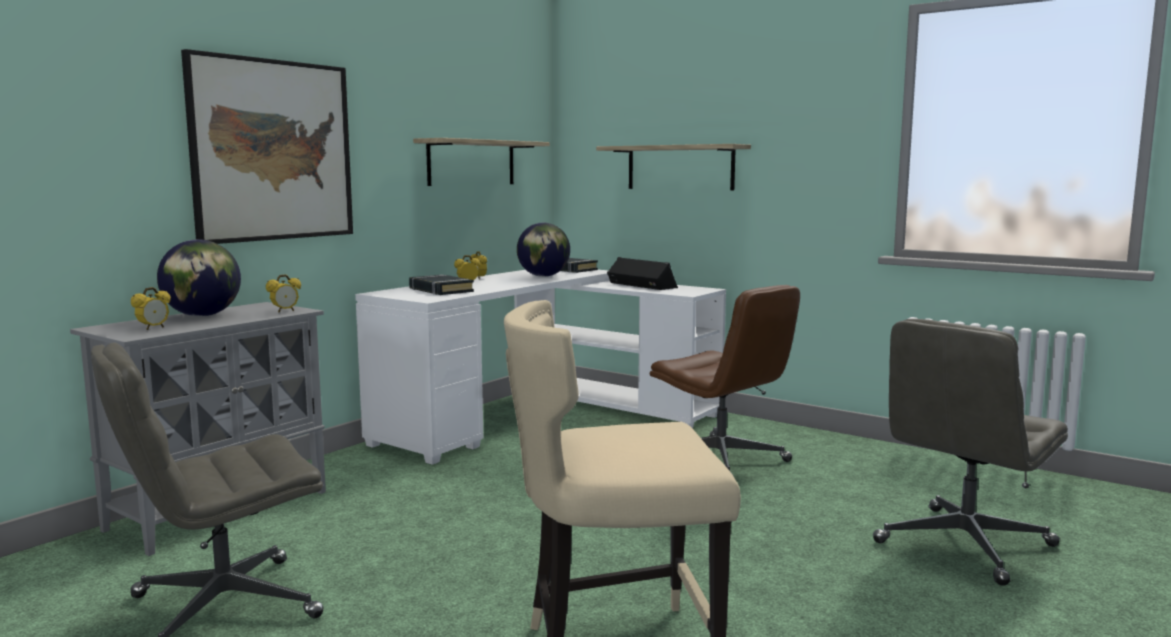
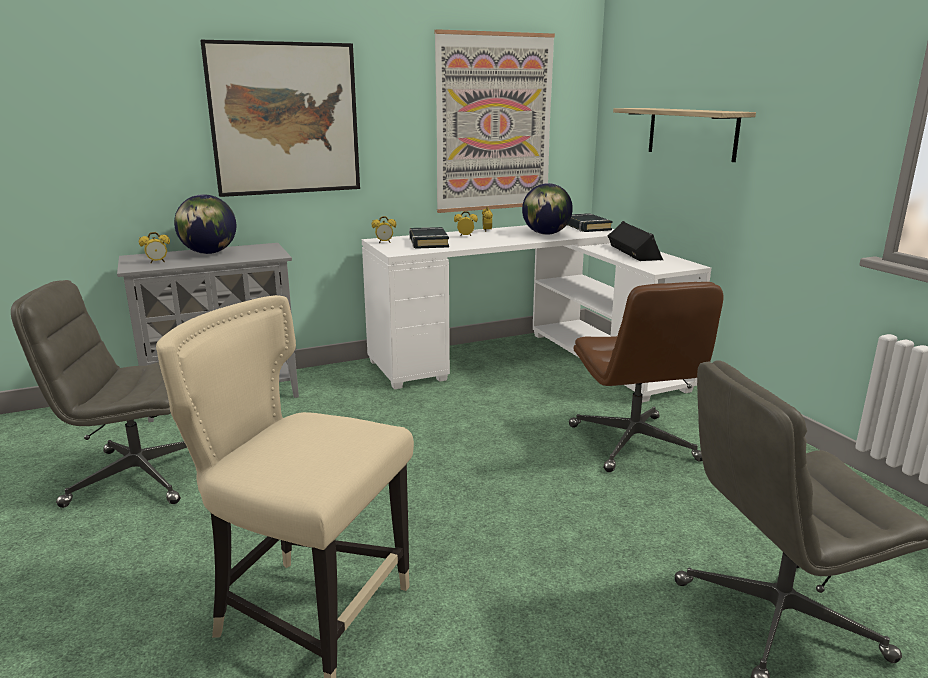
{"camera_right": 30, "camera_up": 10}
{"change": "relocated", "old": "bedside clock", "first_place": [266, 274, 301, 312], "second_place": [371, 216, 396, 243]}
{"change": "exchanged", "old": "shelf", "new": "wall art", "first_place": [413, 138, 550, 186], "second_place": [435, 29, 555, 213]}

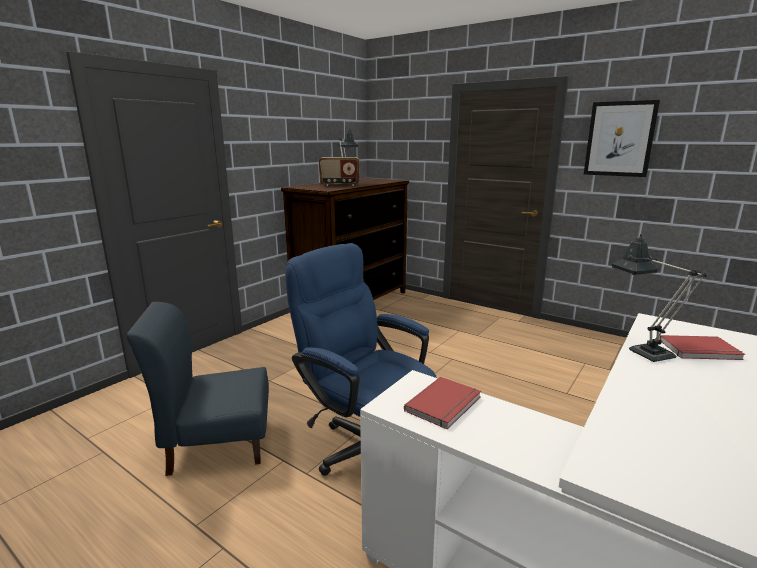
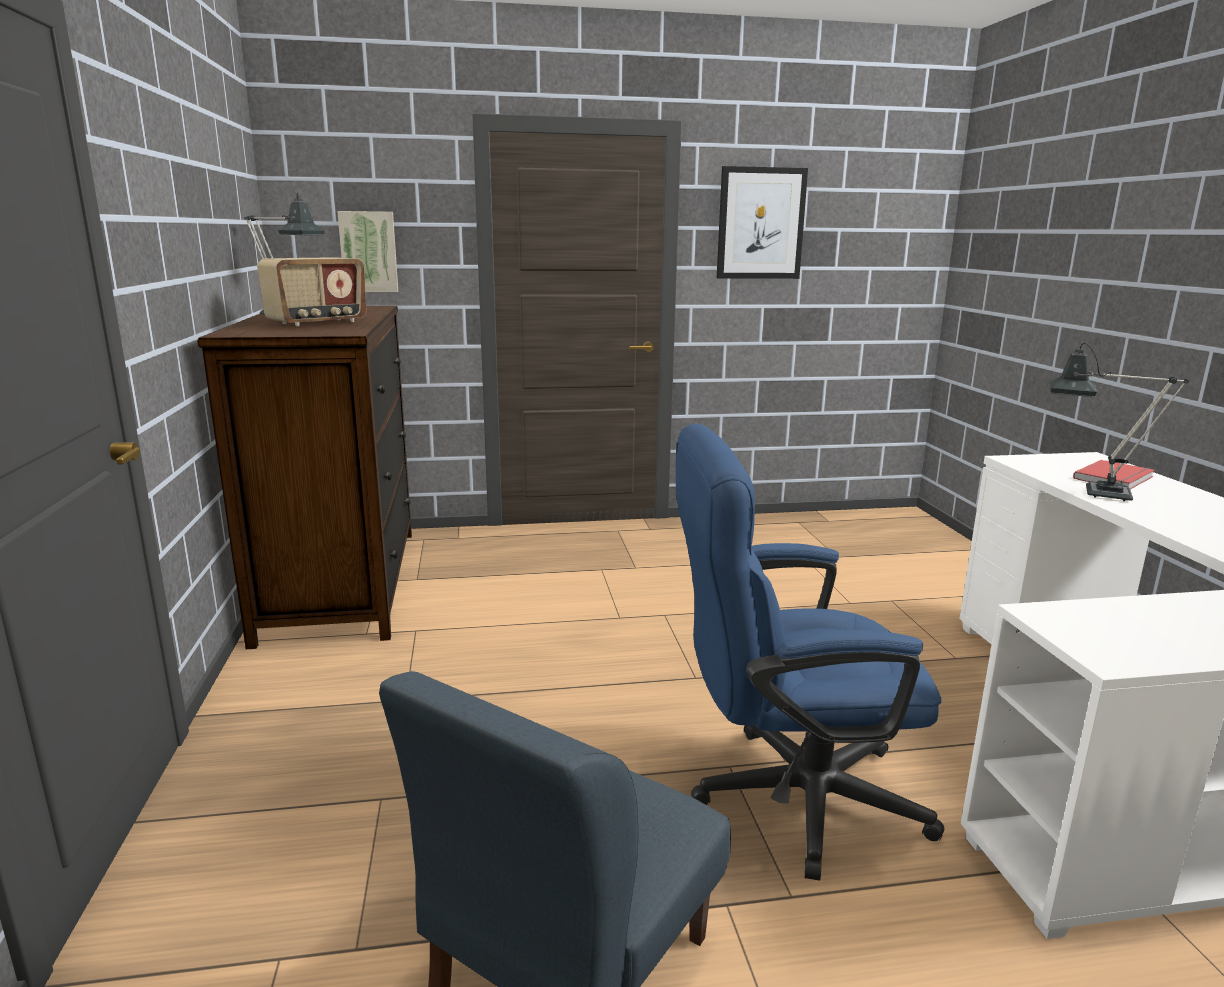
{"camera_right": -45, "camera_up": 0}
{"change": "appeared", "new": "wall art", "second_place": [337, 211, 398, 292]}
{"change": "missing", "old": "red-coloured bound book", "first_place": [404, 377, 481, 430]}

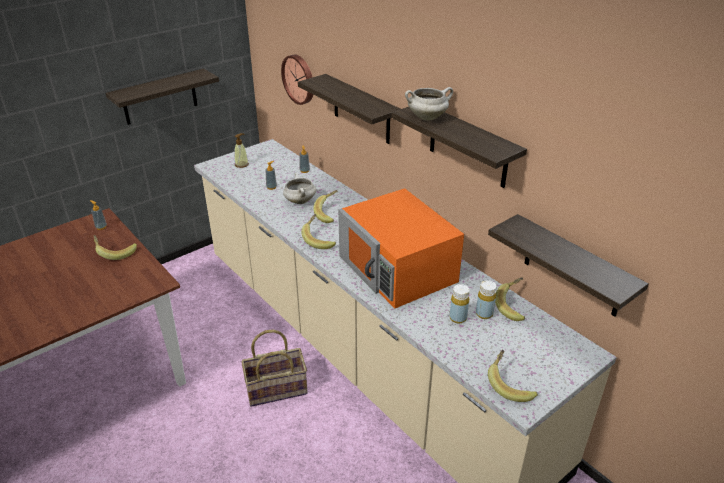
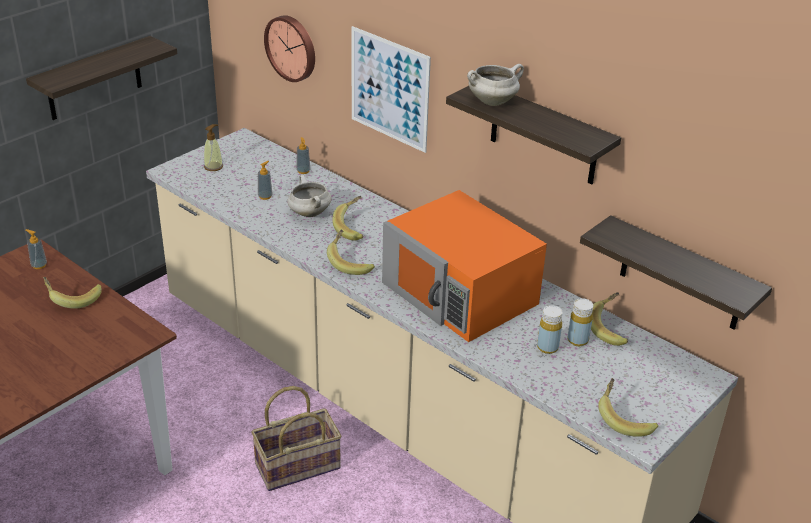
{"camera_right": -10, "camera_up": 0}
{"change": "exchanged", "old": "shelf", "new": "wall art", "first_place": [298, 74, 400, 144], "second_place": [352, 26, 431, 153]}

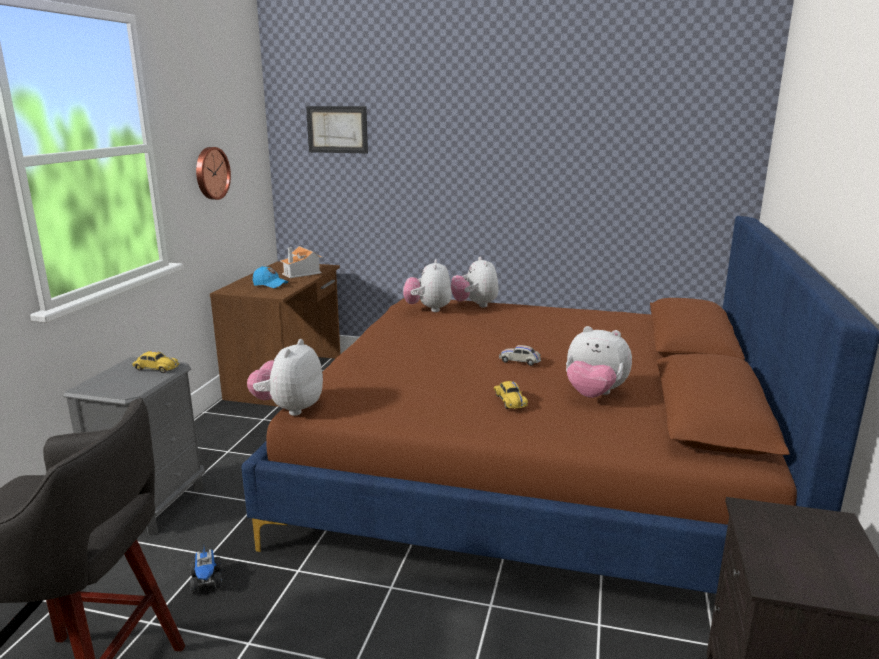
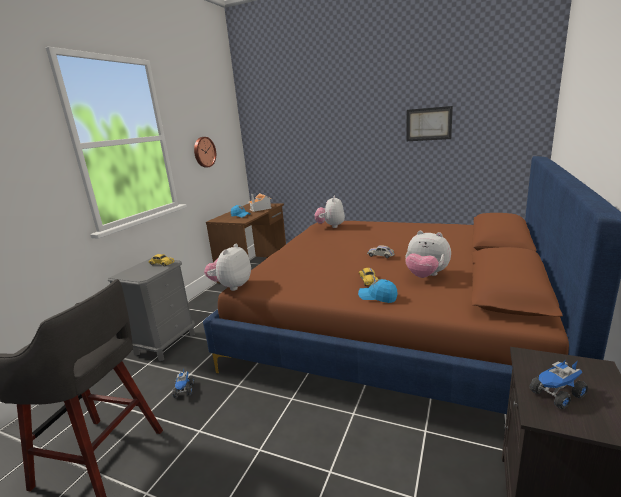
{"camera_right": 10, "camera_up": 0}
{"change": "appeared", "new": "blue cap", "second_place": [358, 279, 397, 303]}
{"change": "relocated", "old": "wall art", "first_place": [306, 106, 368, 154], "second_place": [406, 106, 453, 141]}
{"change": "appeared", "new": "model truck", "second_place": [530, 360, 588, 409]}
{"change": "missing", "old": "soft toy", "first_place": [451, 257, 499, 307]}

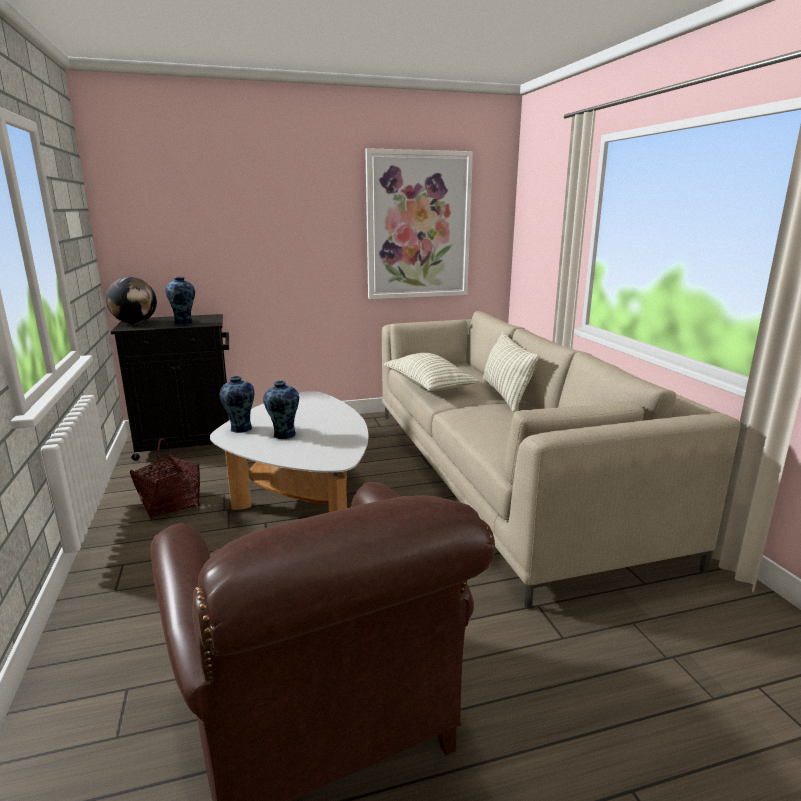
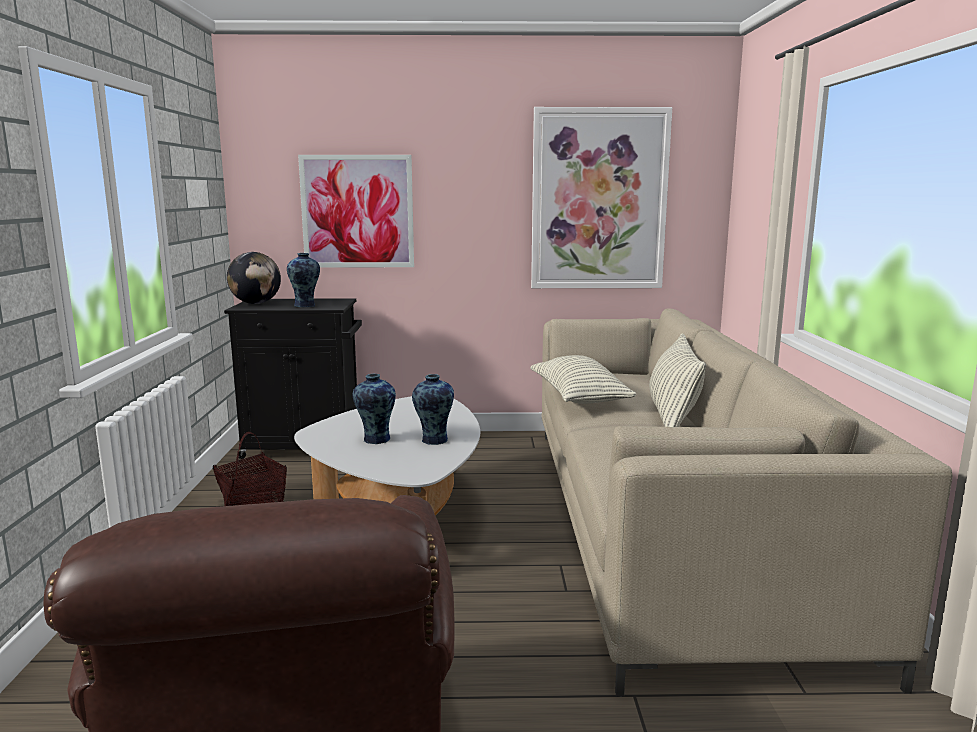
{"camera_right": 15, "camera_up": -5}
{"change": "appeared", "new": "wall art", "second_place": [298, 155, 414, 267]}
{"change": "relocated", "old": "decorative vase", "first_place": [220, 376, 254, 433], "second_place": [412, 374, 454, 445]}

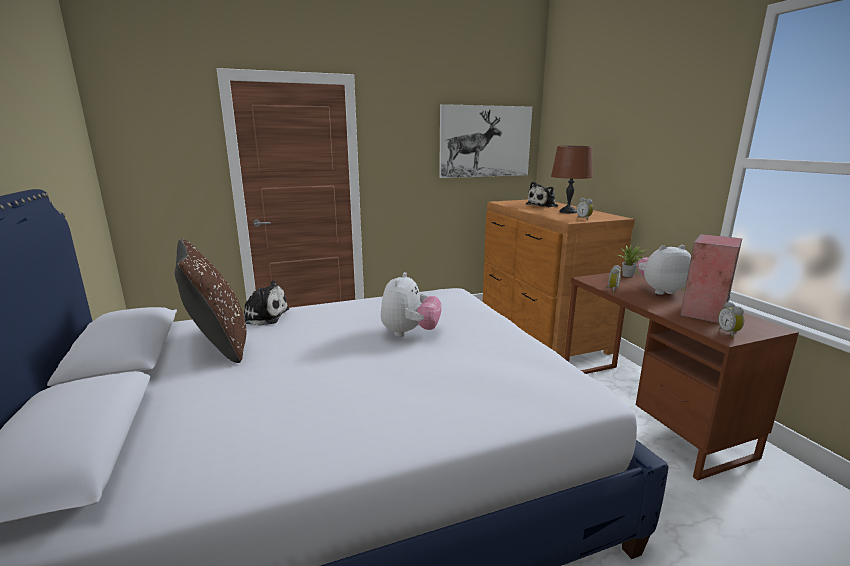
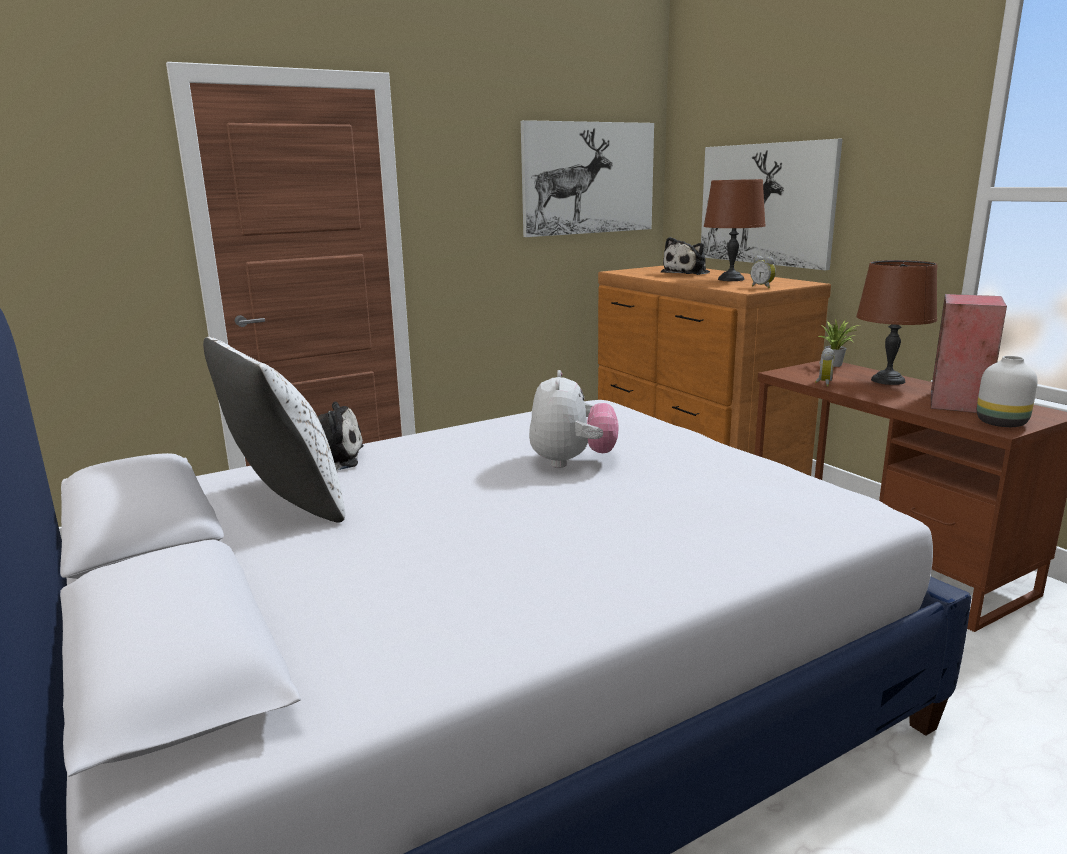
{"camera_right": -10, "camera_up": 0}
{"change": "colour", "old": "brown pillow", "new": "white pillow", "first_place": [175, 239, 246, 363], "second_place": [203, 337, 346, 523]}
{"change": "appeared", "new": "wall art", "second_place": [701, 139, 842, 270]}
{"change": "exchanged", "old": "soft toy", "new": "brown lamp for a table", "first_place": [637, 245, 691, 295], "second_place": [856, 260, 937, 385]}
{"change": "exchanged", "old": "bedside clock", "new": "white decorative vase", "first_place": [718, 301, 744, 337], "second_place": [977, 356, 1038, 427]}

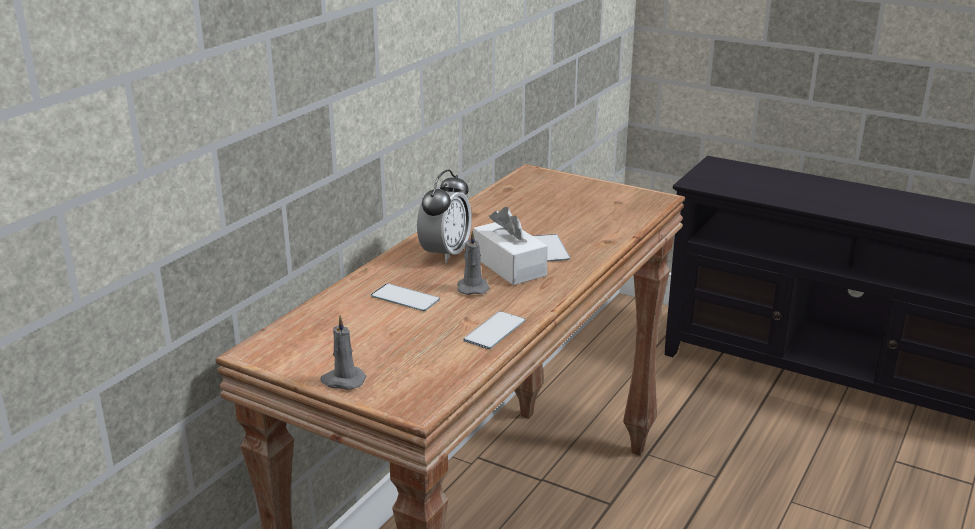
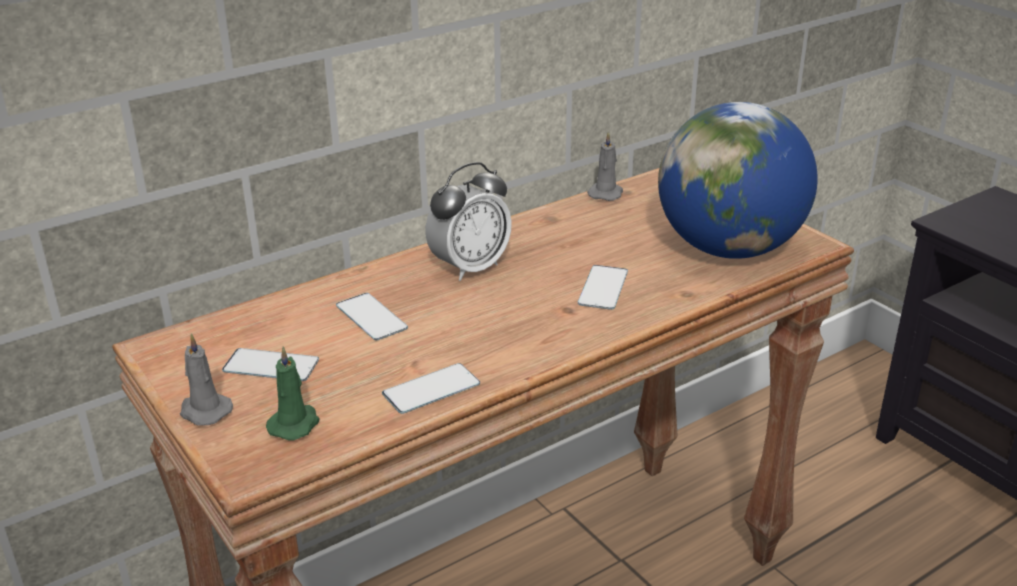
{"camera_right": 25, "camera_up": 5}
{"change": "appeared", "new": "telephone", "second_place": [222, 348, 319, 381]}
{"change": "appeared", "new": "greenish wax candle", "second_place": [266, 346, 320, 441]}
{"change": "relocated", "old": "greyish wax candle", "first_place": [457, 230, 490, 295], "second_place": [587, 131, 623, 201]}
{"change": "appeared", "new": "world globe", "second_place": [658, 102, 818, 259]}
{"change": "missing", "old": "white tissue holder", "first_place": [473, 207, 548, 285]}

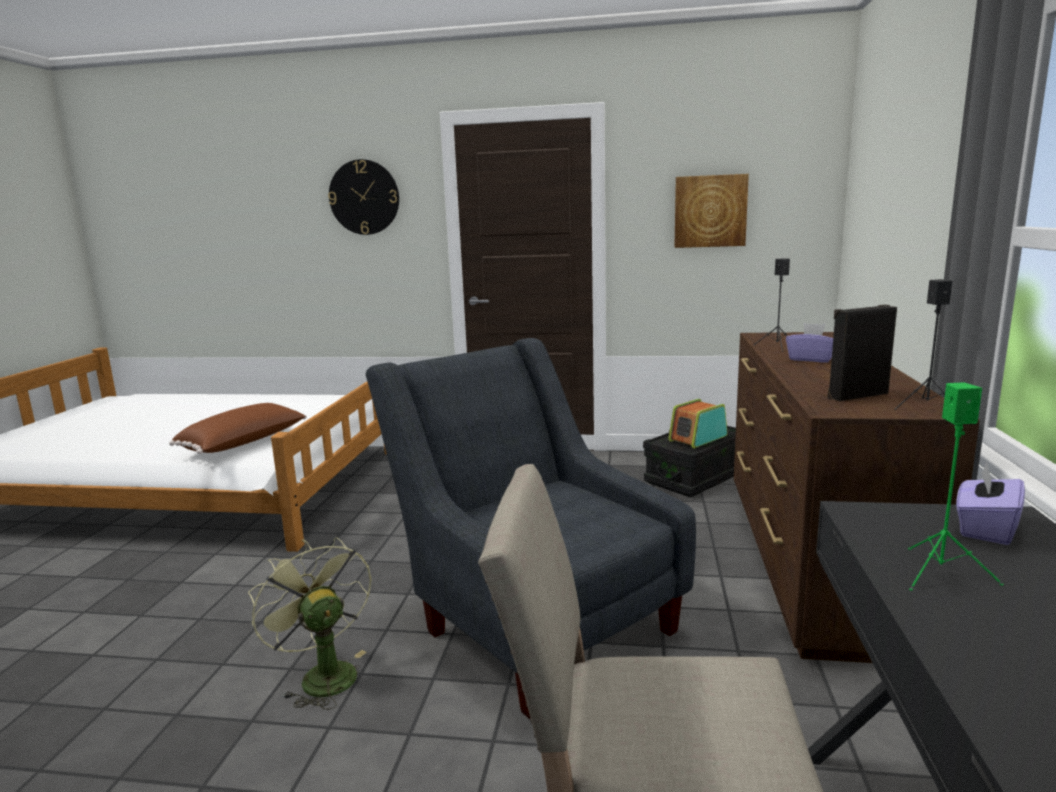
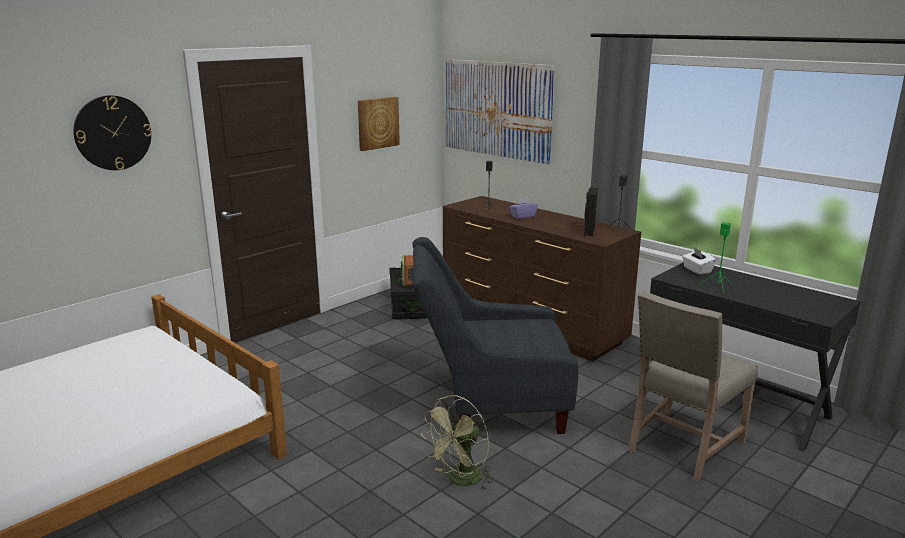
{"camera_right": -55, "camera_up": 5}
{"change": "spun", "old": "greenish electric fan", "first_place": [248, 537, 371, 710], "second_place": [421, 395, 493, 490], "degrees": -45}
{"change": "appeared", "new": "wall art", "second_place": [445, 59, 556, 164]}
{"change": "colour", "old": "purplish tissue holder", "new": "white tissue holder", "first_place": [956, 462, 1025, 545], "second_place": [682, 248, 716, 275]}
{"change": "missing", "old": "brown pillow", "first_place": [169, 403, 307, 454]}

